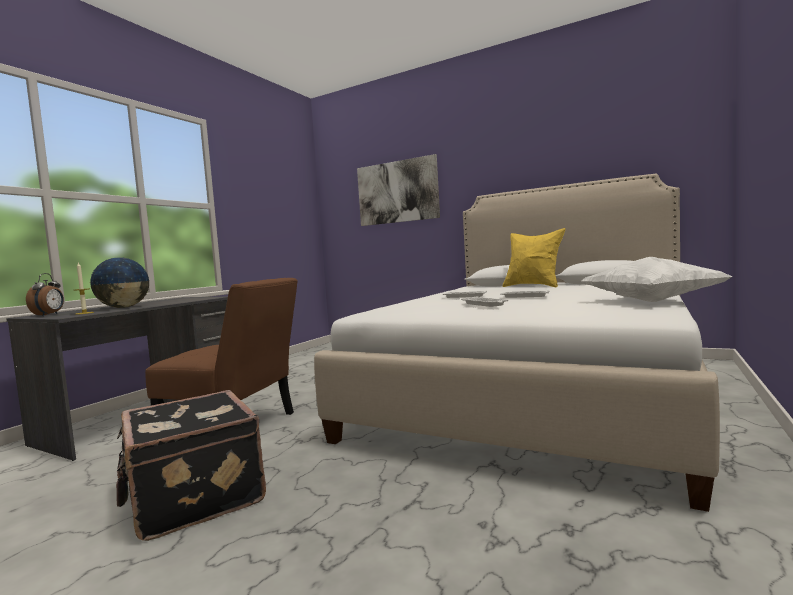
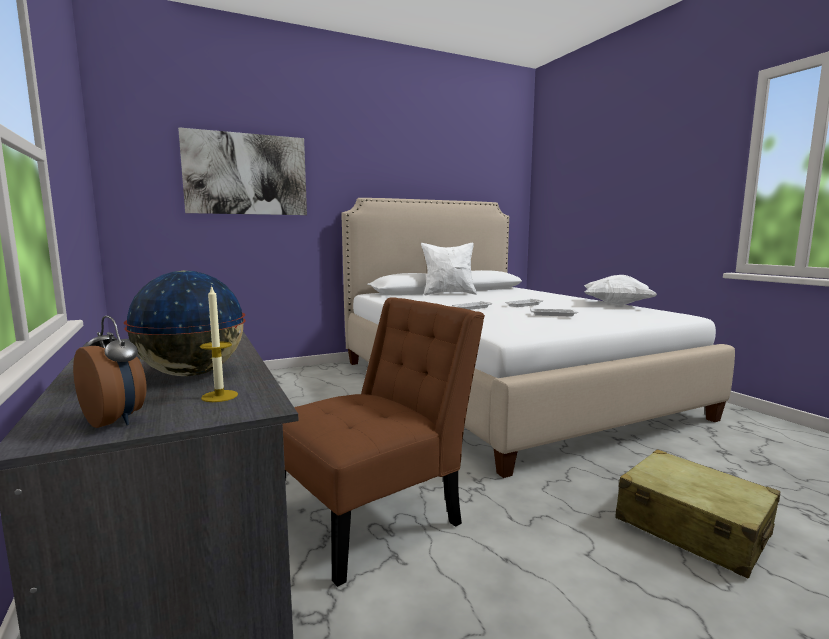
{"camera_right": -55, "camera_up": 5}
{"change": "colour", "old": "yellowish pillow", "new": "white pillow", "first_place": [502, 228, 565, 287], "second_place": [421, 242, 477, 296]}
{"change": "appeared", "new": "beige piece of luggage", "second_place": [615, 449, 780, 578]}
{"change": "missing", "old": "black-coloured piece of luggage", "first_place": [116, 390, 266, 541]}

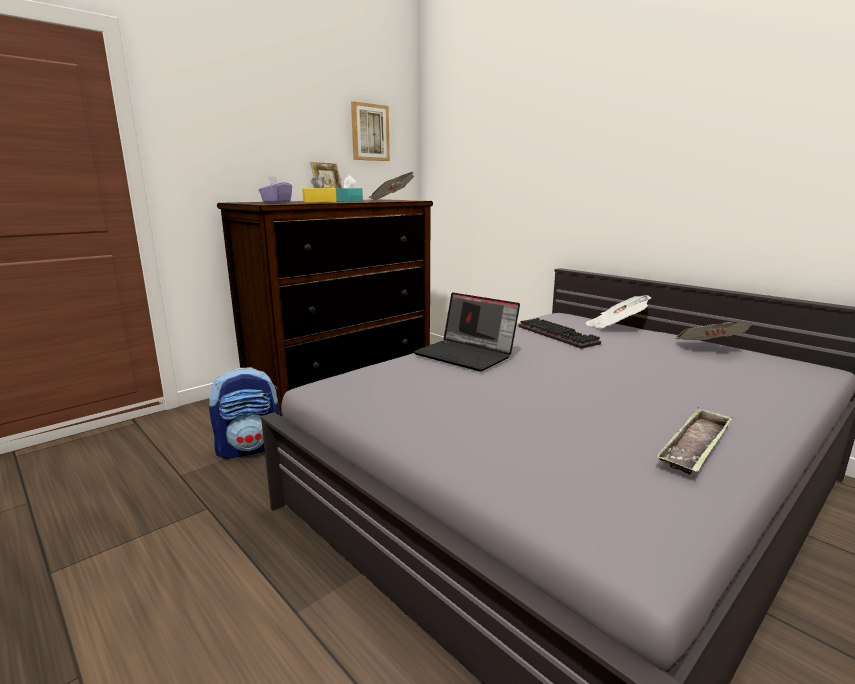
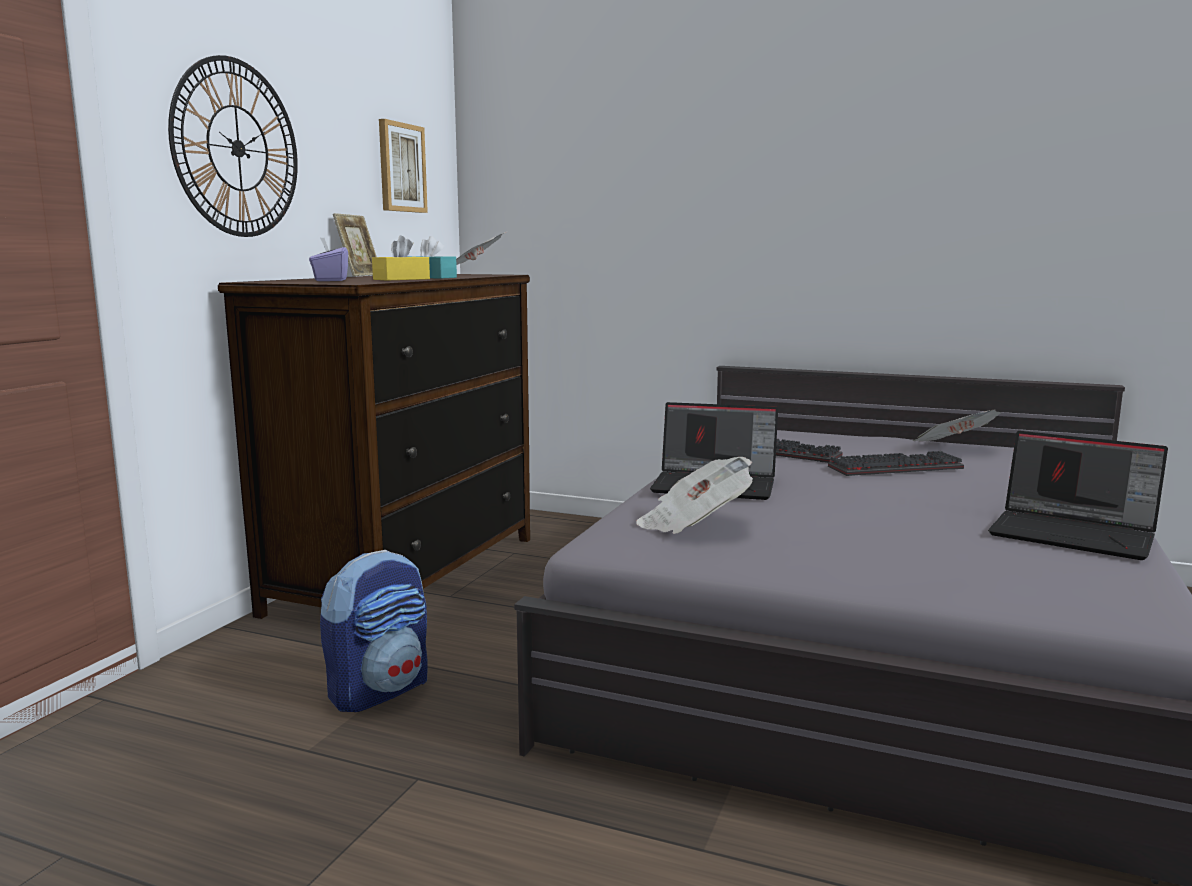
{"camera_right": -25, "camera_up": -5}
{"change": "appeared", "new": "hanging clock", "second_place": [168, 55, 298, 237]}
{"change": "relocated", "old": "daily paper", "first_place": [586, 295, 651, 329], "second_place": [637, 457, 753, 534]}
{"change": "appeared", "new": "PC keyboard", "second_place": [828, 451, 964, 476]}
{"change": "exchanged", "old": "serving tray", "new": "portable computer", "first_place": [657, 407, 732, 475], "second_place": [988, 431, 1168, 560]}

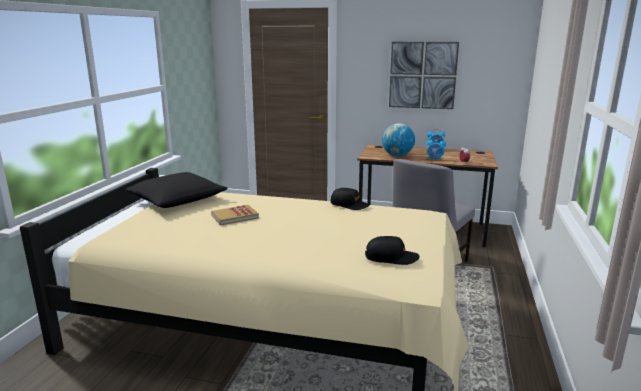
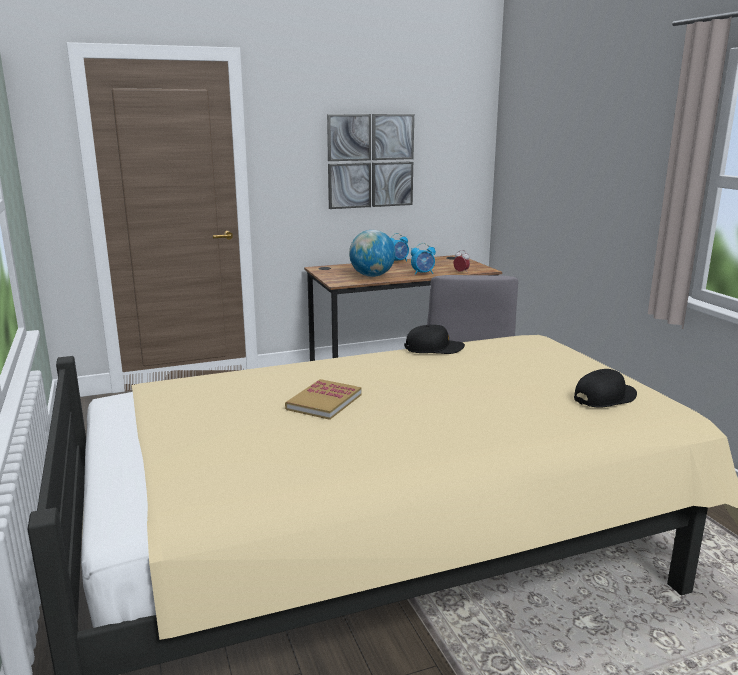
{"camera_right": -35, "camera_up": 0}
{"change": "missing", "old": "black-coloured pillow", "first_place": [125, 172, 228, 208]}

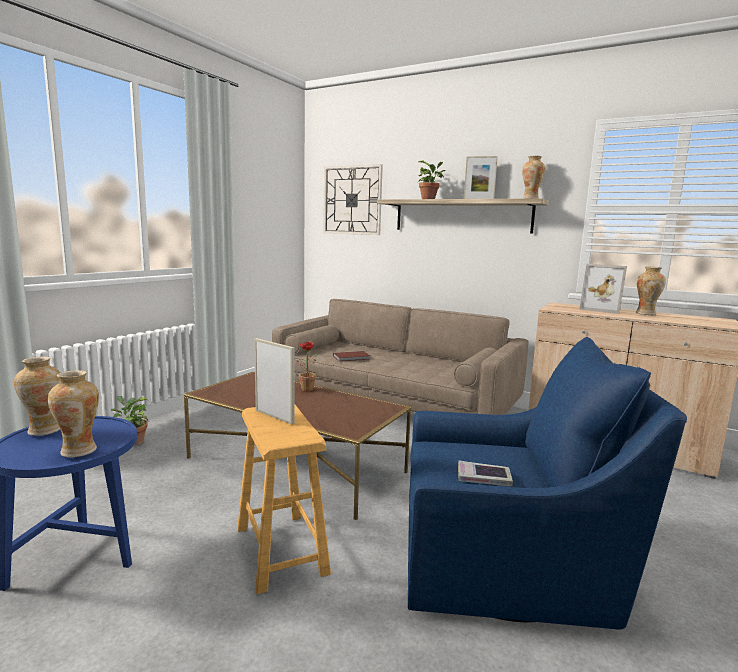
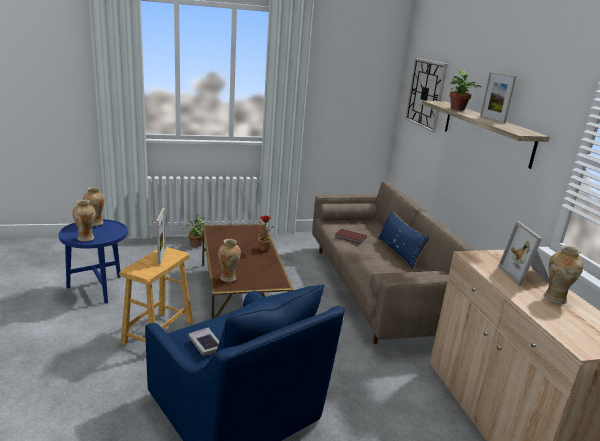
{"camera_right": 45, "camera_up": 10}
{"change": "relocated", "old": "decorative vase", "first_place": [522, 156, 545, 199], "second_place": [218, 239, 241, 282]}
{"change": "appeared", "new": "blue pillow", "second_place": [378, 211, 429, 269]}

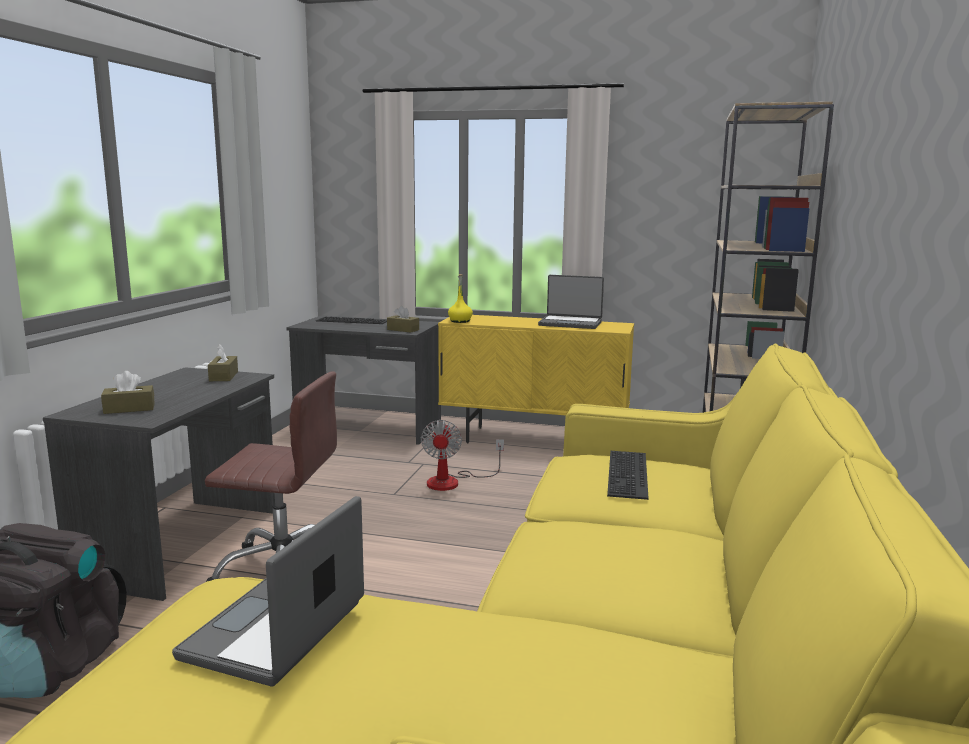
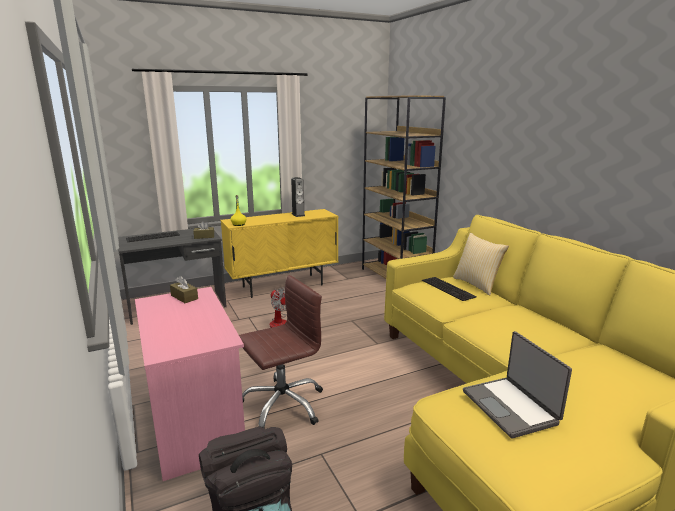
{"camera_right": -40, "camera_up": 5}
{"change": "colour", "old": "greyish desk", "new": "pinkish desk", "first_place": [43, 367, 275, 601], "second_place": [135, 287, 245, 481]}
{"change": "exchanged", "old": "portable computer", "new": "audio speaker", "first_place": [538, 275, 604, 329], "second_place": [291, 177, 305, 217]}
{"change": "appeared", "new": "pillow", "second_place": [453, 233, 509, 296]}
{"change": "missing", "old": "brown tissue holder", "first_place": [101, 371, 155, 414]}

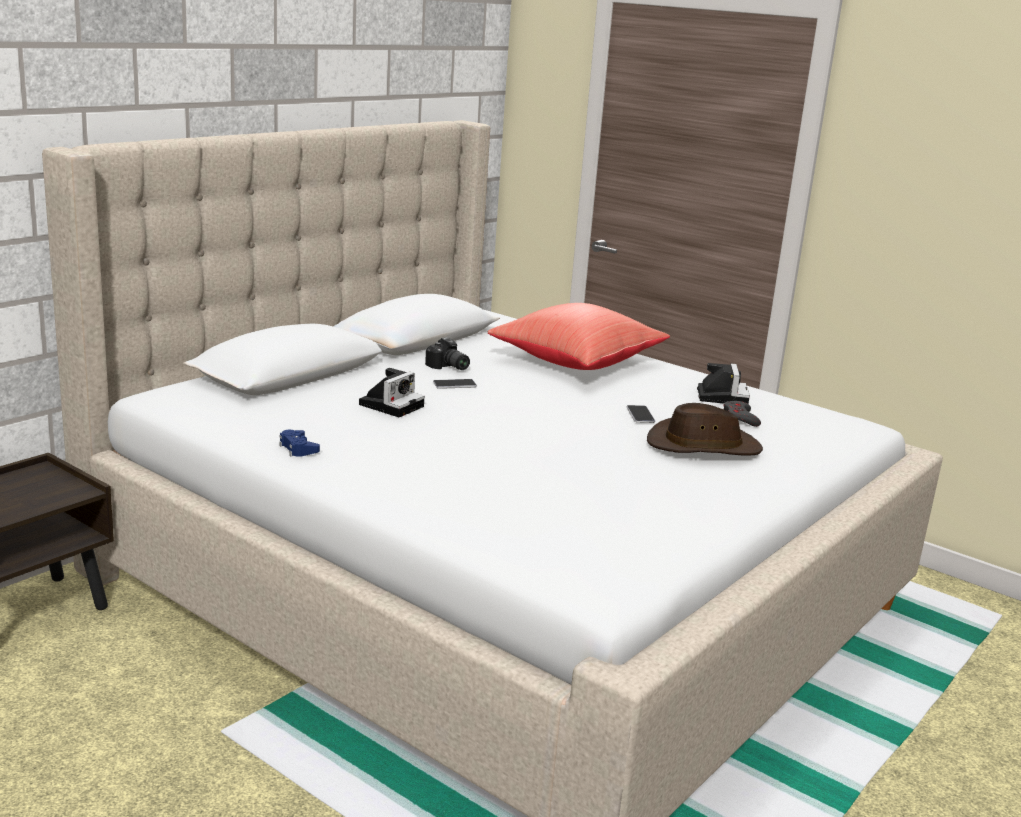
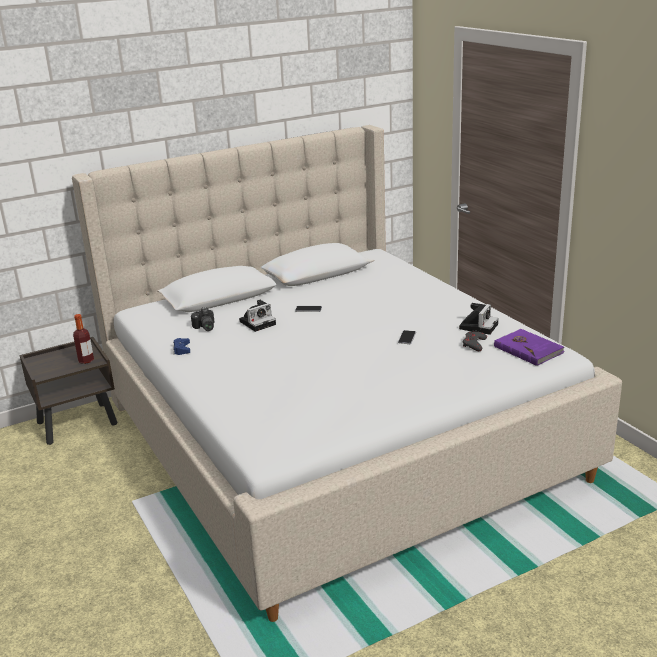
{"camera_right": 25, "camera_up": 5}
{"change": "appeared", "new": "bottle", "second_place": [73, 314, 94, 364]}
{"change": "relocated", "old": "photo camera", "first_place": [425, 337, 470, 370], "second_place": [191, 307, 215, 331]}
{"change": "appeared", "new": "purplish bound book", "second_place": [494, 329, 565, 366]}
{"change": "missing", "old": "red-coloured pillow", "first_place": [488, 303, 670, 370]}
{"change": "missing", "old": "brown clothing hat", "first_place": [647, 403, 763, 455]}

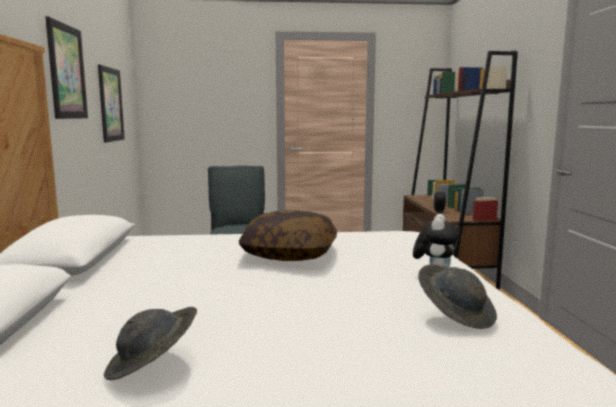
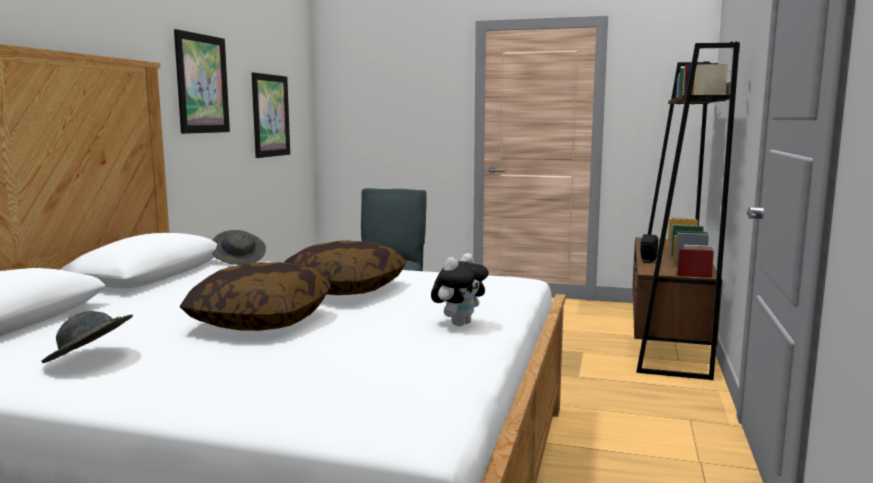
{"camera_right": 20, "camera_up": 0}
{"change": "appeared", "new": "pillow", "second_place": [180, 262, 331, 331]}
{"change": "relocated", "old": "greyish clothing hat", "first_place": [418, 264, 497, 329], "second_place": [212, 230, 266, 265]}

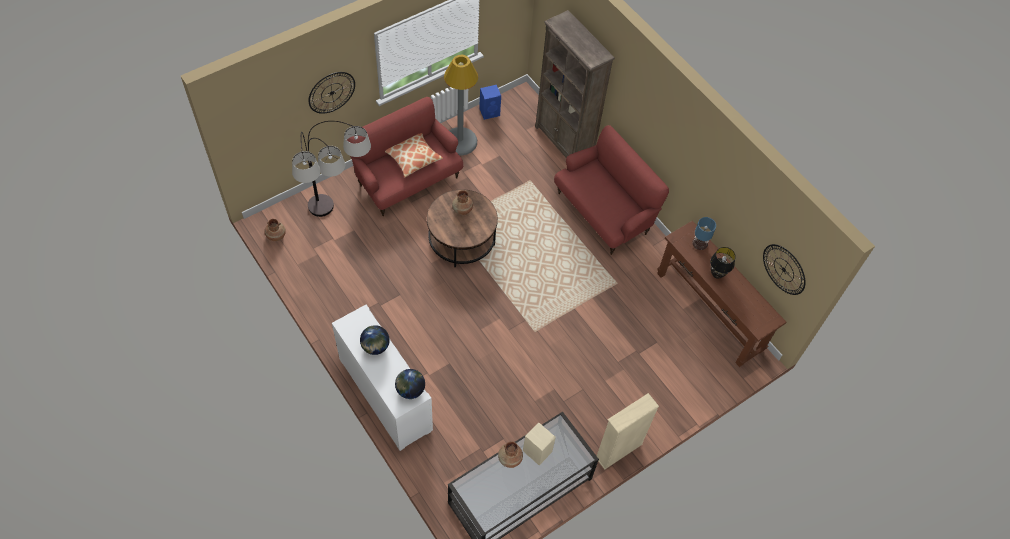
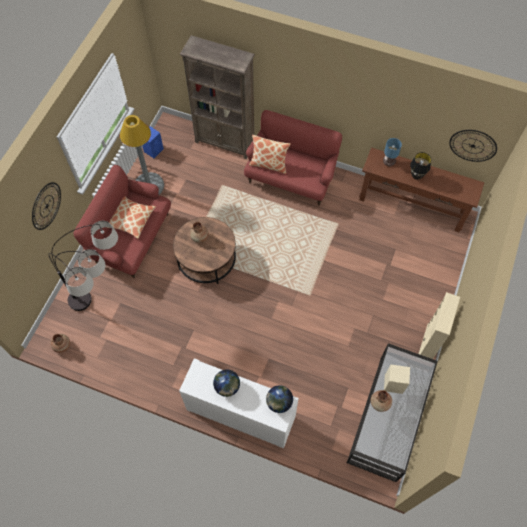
{"camera_right": -30, "camera_up": 5}
{"change": "appeared", "new": "pillow", "second_place": [249, 135, 291, 174]}

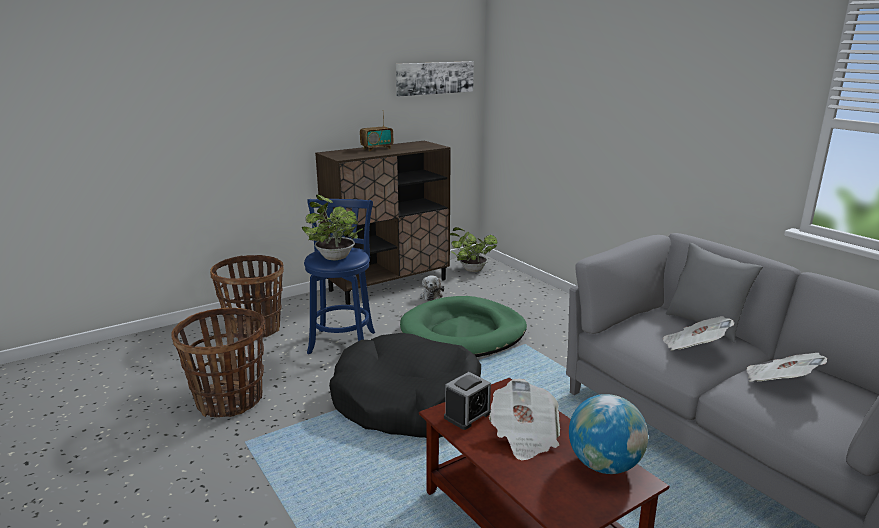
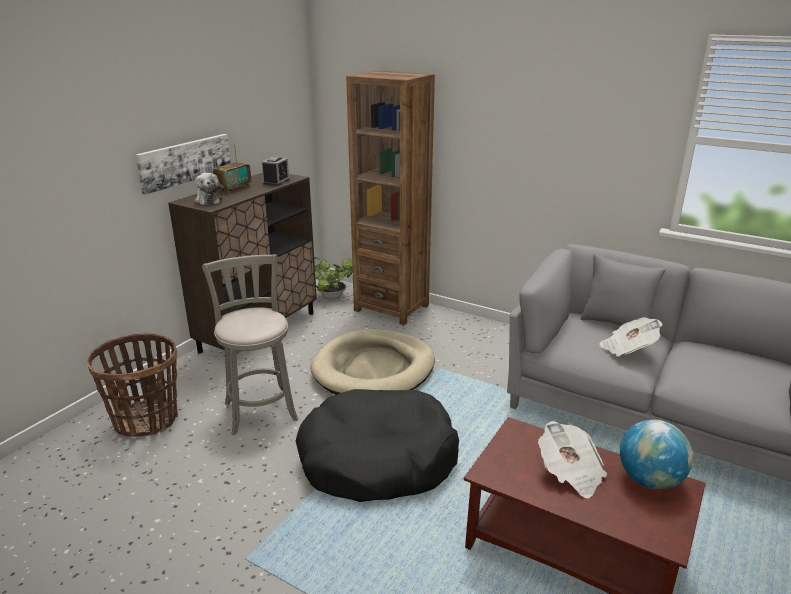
{"camera_right": -25, "camera_up": 5}
{"change": "relocated", "old": "wall art", "first_place": [396, 61, 474, 96], "second_place": [135, 134, 231, 195]}
{"change": "relocated", "old": "soft toy", "first_place": [420, 275, 444, 301], "second_place": [194, 173, 224, 205]}
{"change": "colour", "old": "blue stool seat", "new": "greyish stool seat", "first_place": [304, 199, 375, 354], "second_place": [202, 254, 298, 435]}
{"change": "relocated", "old": "bedside clock", "first_place": [444, 372, 491, 430], "second_place": [262, 157, 290, 186]}
{"change": "colour", "old": "greenish dog bed", "new": "beige dog bed", "first_place": [400, 296, 527, 357], "second_place": [310, 329, 435, 395]}
{"change": "appeared", "new": "brown shelving unit", "second_place": [346, 71, 435, 325]}
{"change": "missing", "old": "basket", "first_place": [171, 308, 265, 418]}
{"change": "missing", "old": "houseplant", "first_place": [302, 194, 363, 260]}
{"change": "missing", "old": "daily paper", "first_place": [746, 353, 827, 382]}

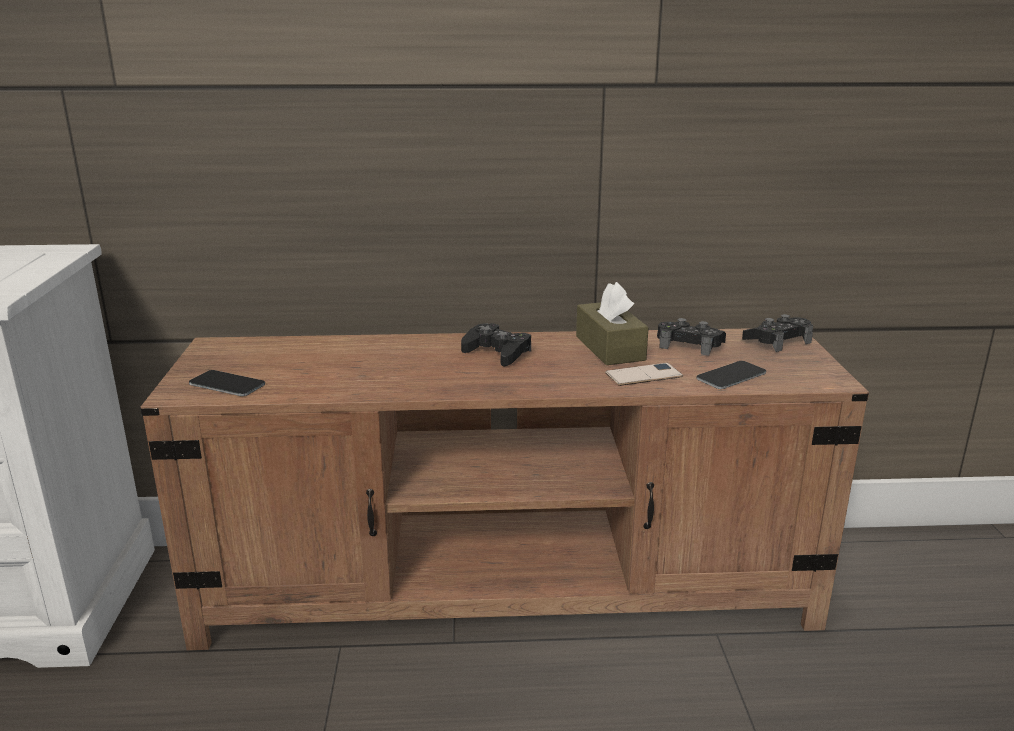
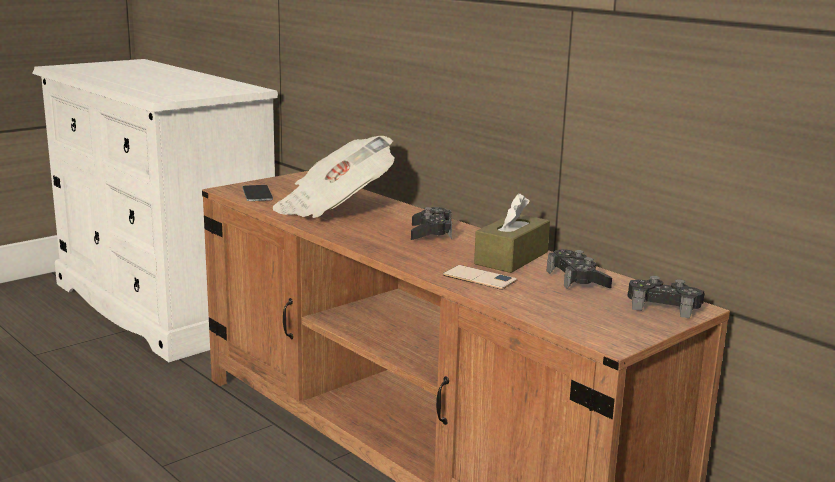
{"camera_right": 50, "camera_up": -5}
{"change": "appeared", "new": "daily paper", "second_place": [273, 136, 394, 218]}
{"change": "missing", "old": "telephone", "first_place": [696, 361, 766, 389]}

